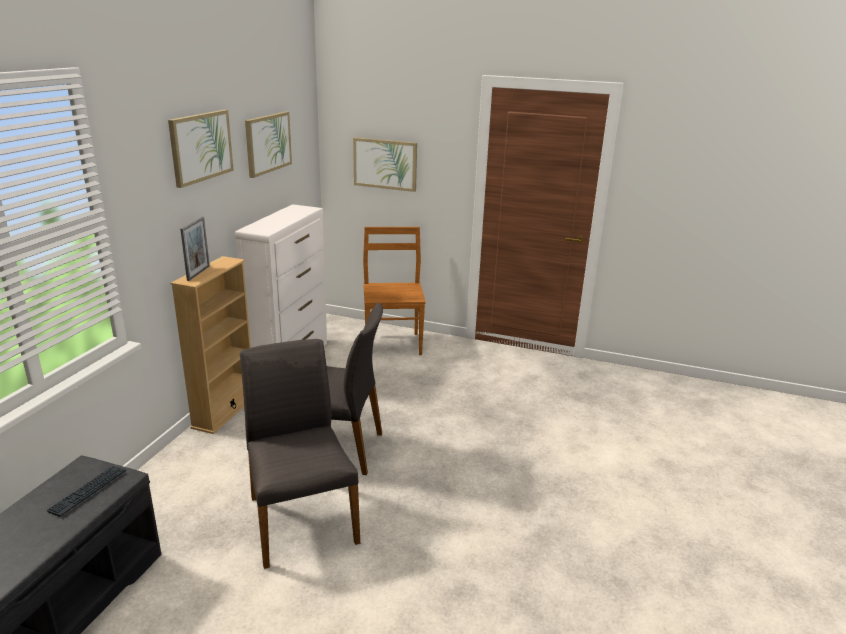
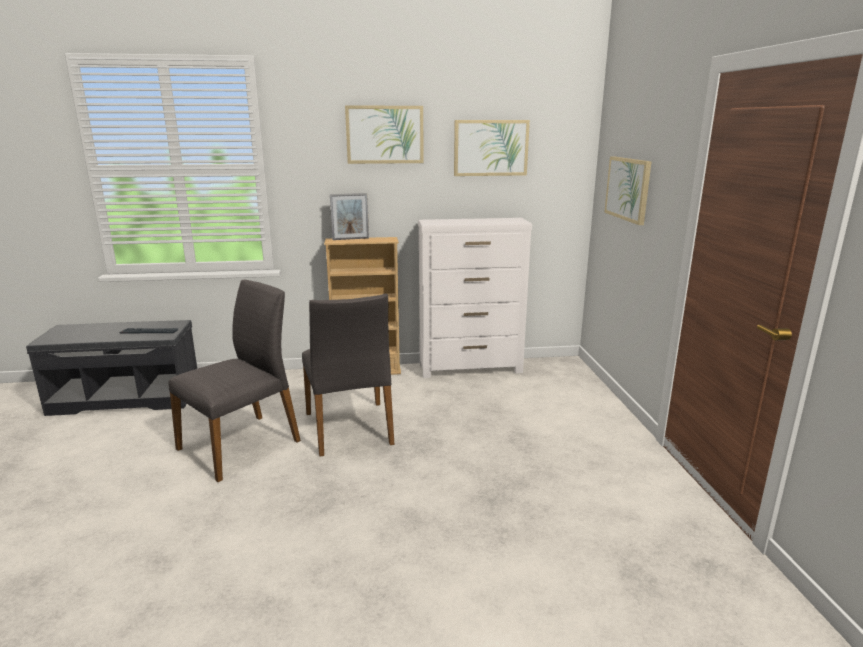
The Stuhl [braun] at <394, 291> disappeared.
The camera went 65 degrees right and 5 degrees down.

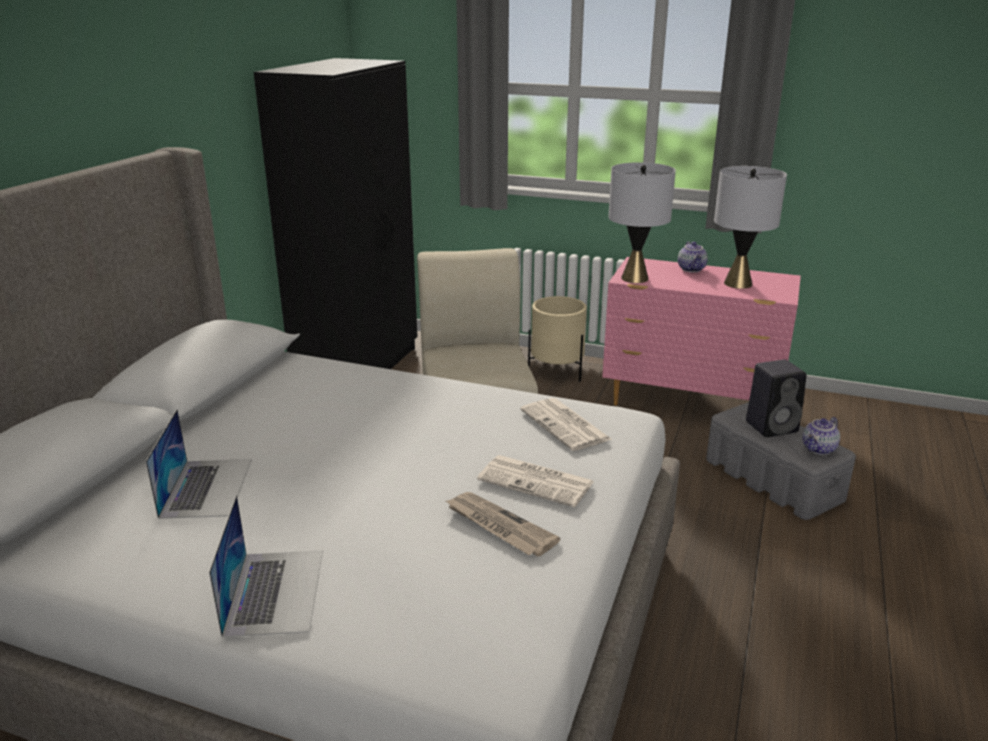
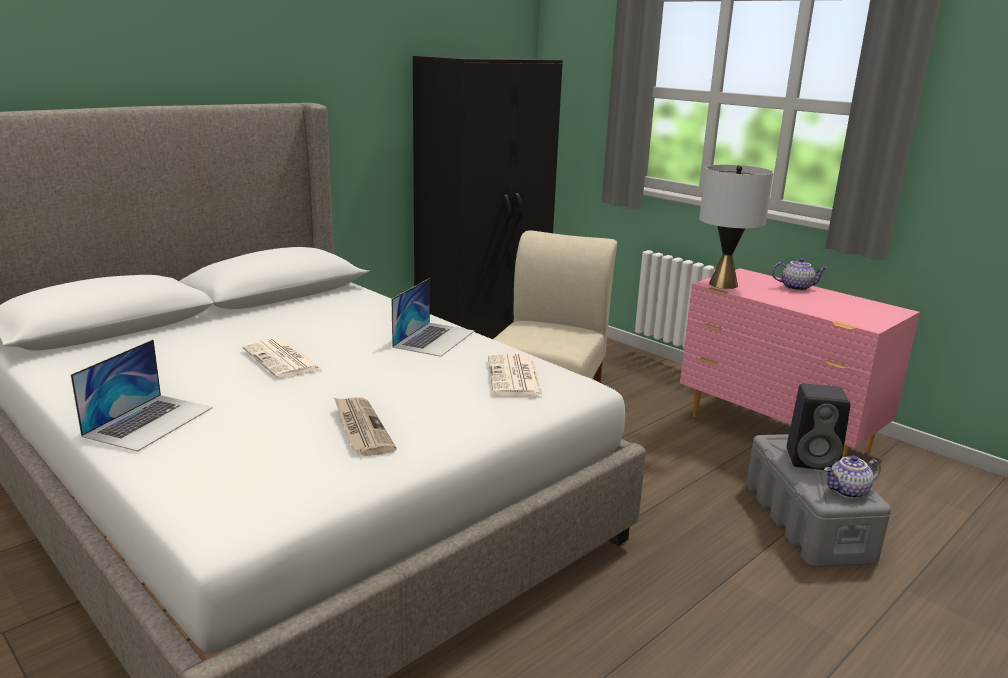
The Pflanzkübel [beige] at <557, 339> disappeared.
The Tischlampe [grau] at <750, 227> disappeared.
The Laptop moved from <198, 464> to <433, 317>.
The Zeitung moved from <535, 481> to <282, 358>.
The Teekanne at <693, 257> turned 105 degrees counterclockwise.
The camera went 25 degrees right and 5 degrees down.

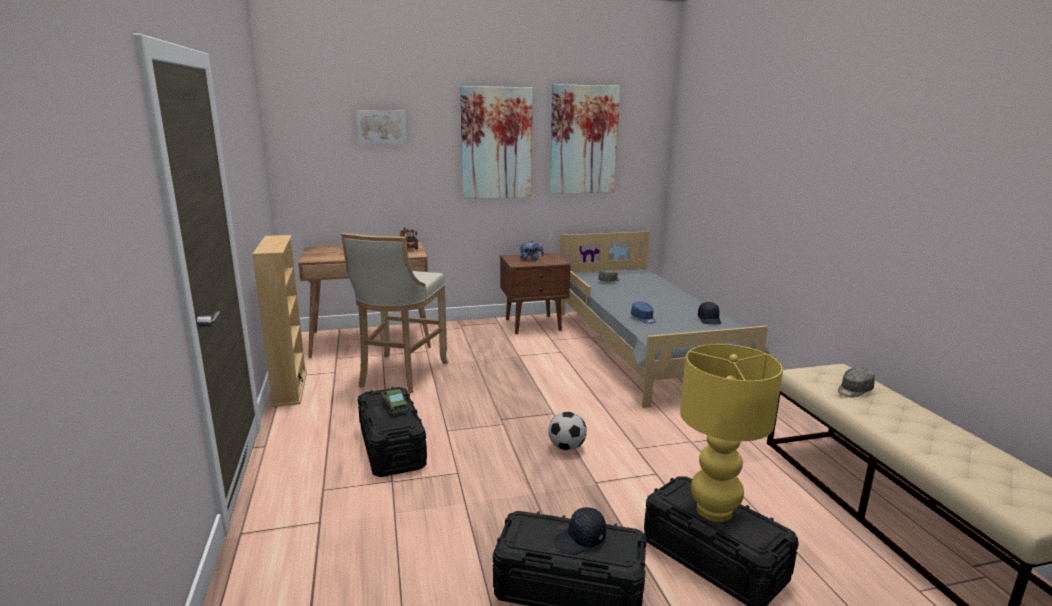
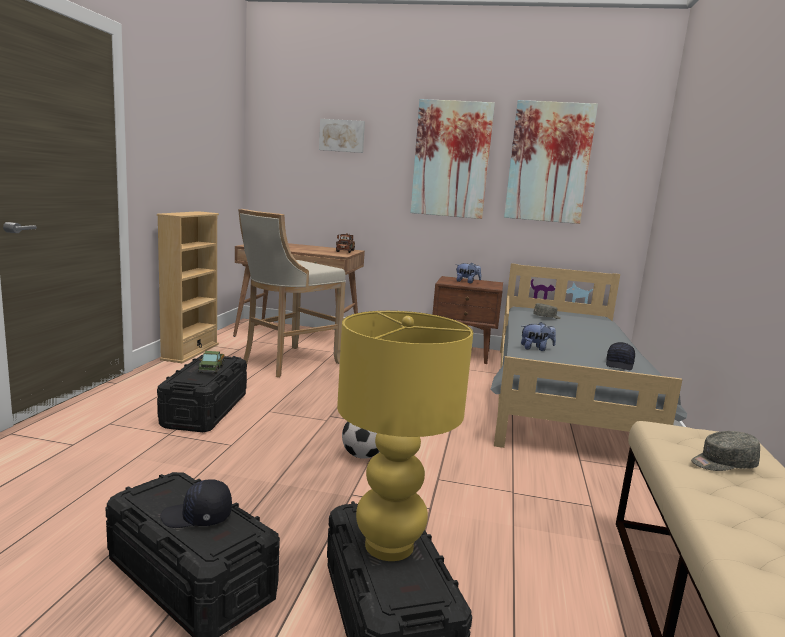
The Kappe [blau] at <643, 312> was replaced by the Plüschtier at <538, 336>.
The camera went 25 degrees right and 5 degrees down.

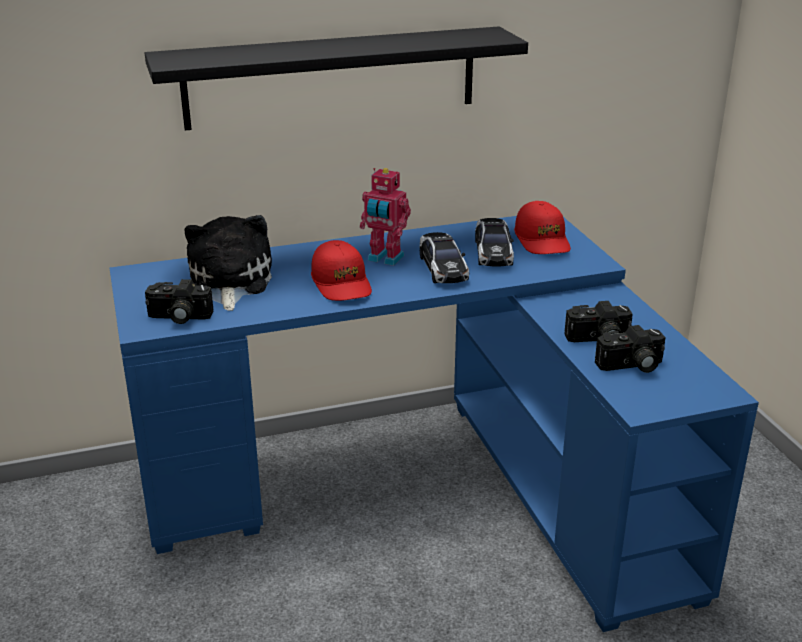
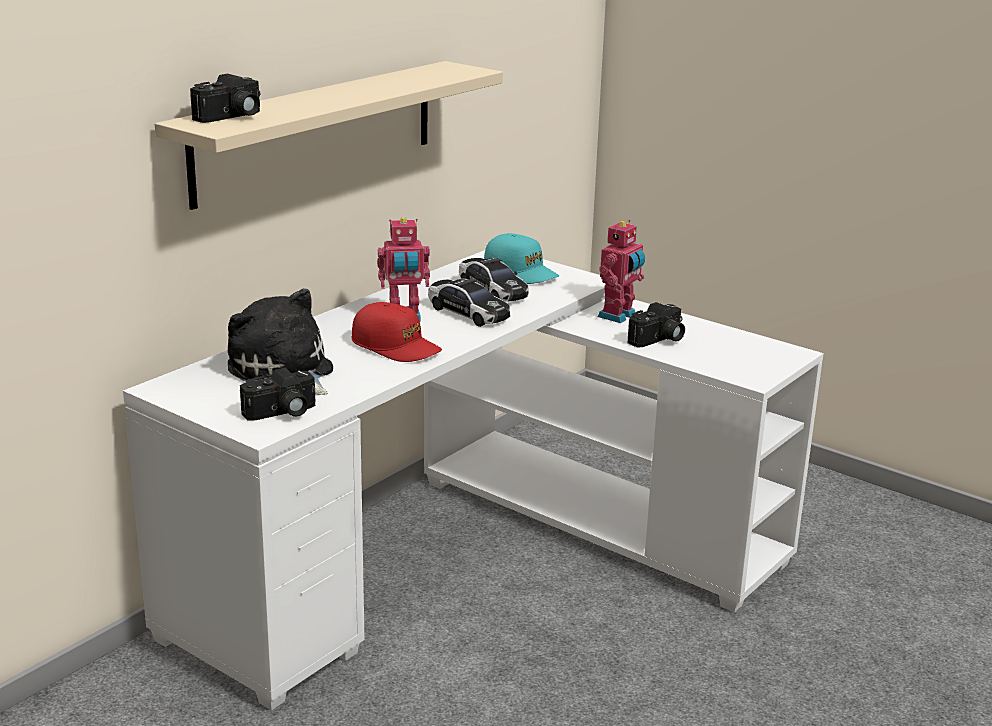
The Spielzeugroboter at <621, 271> appeared.
The Kamera moved from <630, 349> to <225, 98>.
The Schreibtisch [blau] at <434, 424> became the Schreibtisch [weiß] at <473, 480>.
The Wandregal [schwarz] at <336, 78> became the Wandregal [beige] at <329, 135>.
The Kappe [rot] at <542, 227> became the Kappe [türkis] at <521, 258>.
The camera went 35 degrees left and 5 degrees down.

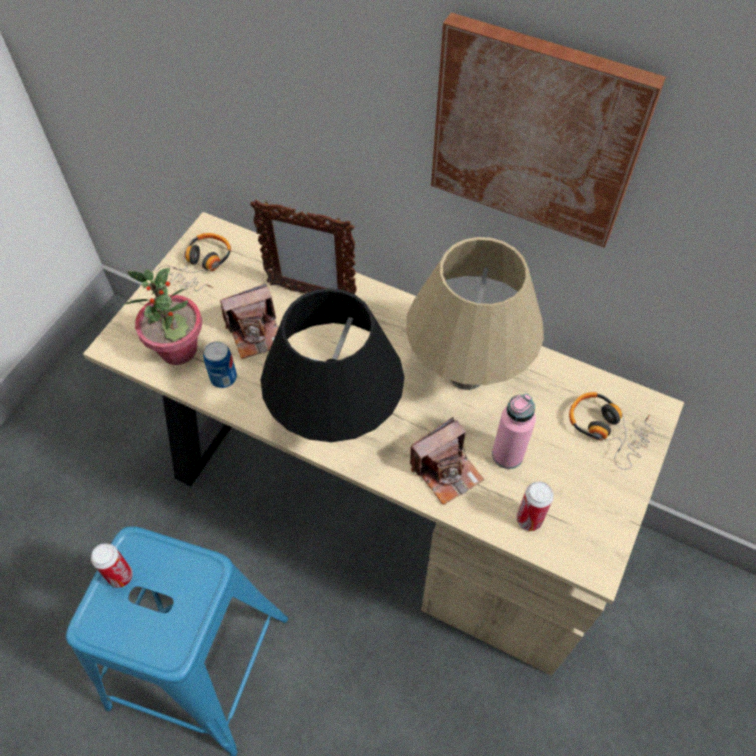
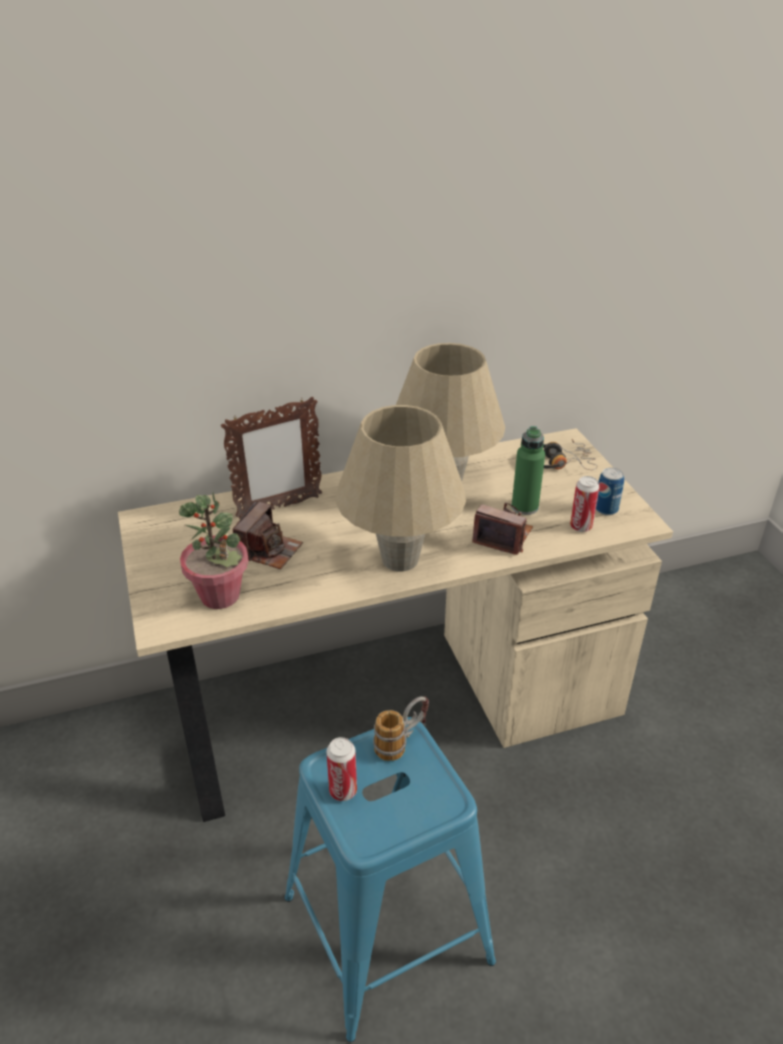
The Kopfhörer at <193, 262> disappeared.
The Bild at <548, 130> disappeared.
The Henkelbecher at <401, 728> appeared.
The Dose moved from <220, 364> to <610, 491>.
The Tischlampe [schwarz] at <333, 365> became the Tischlampe [beige] at <401, 488>.
The Flasche [rosa] at <514, 431> became the Flasche [grün] at <528, 470>.
The Kamera at <447, 461> turned 75 degrees counterclockwise.
The camera went 45 degrees left and 20 degrees down.

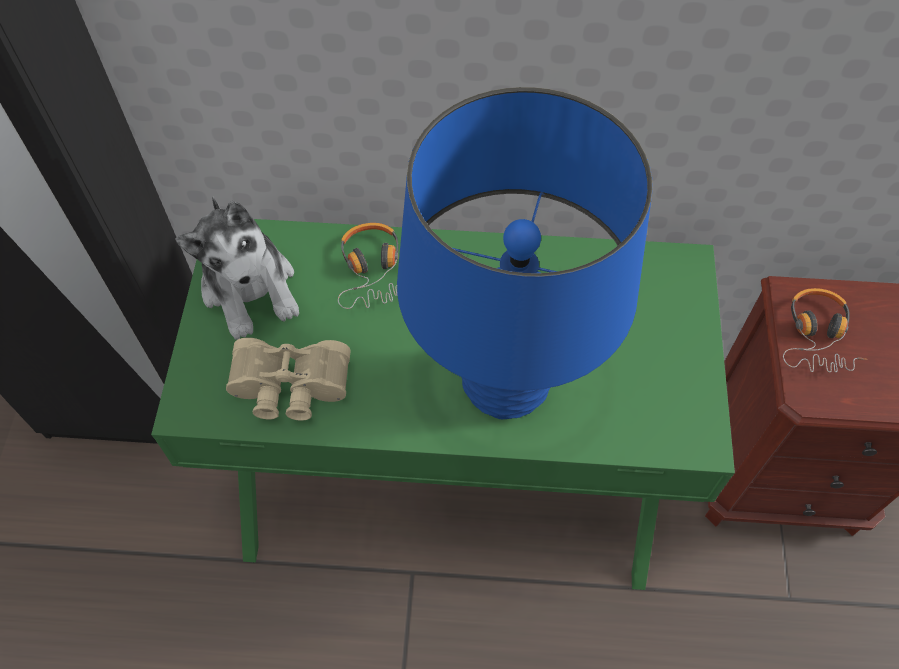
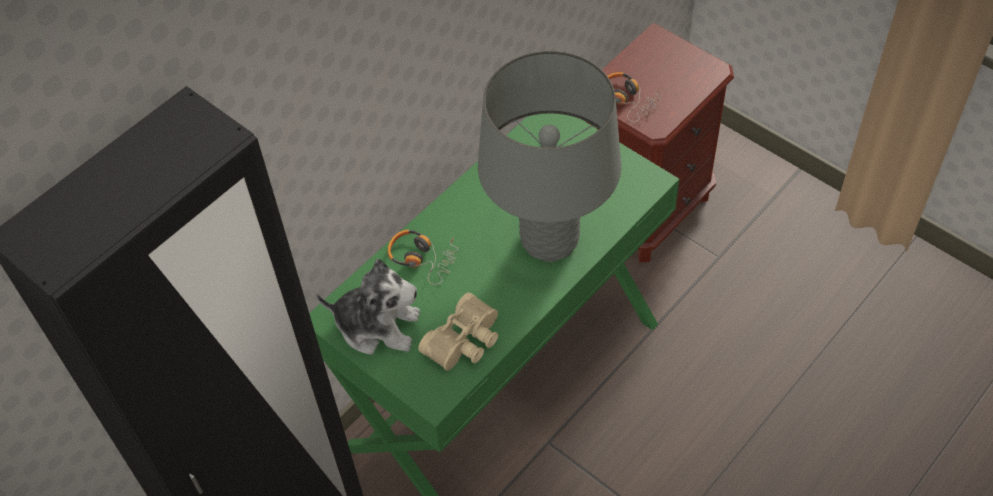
The Tischlampe [blau] at <525, 253> became the Tischlampe [grau] at <549, 156>.
The camera went 50 degrees left and 5 degrees down.

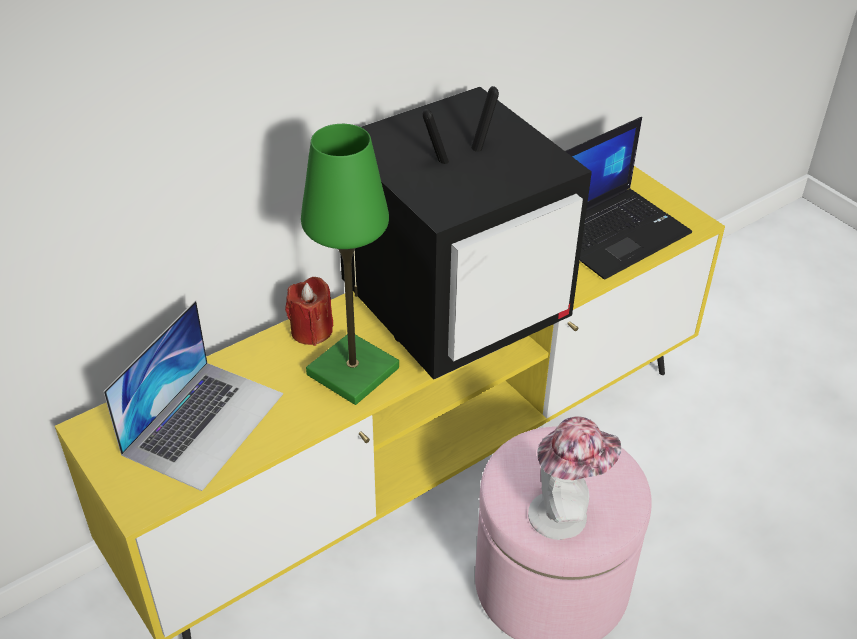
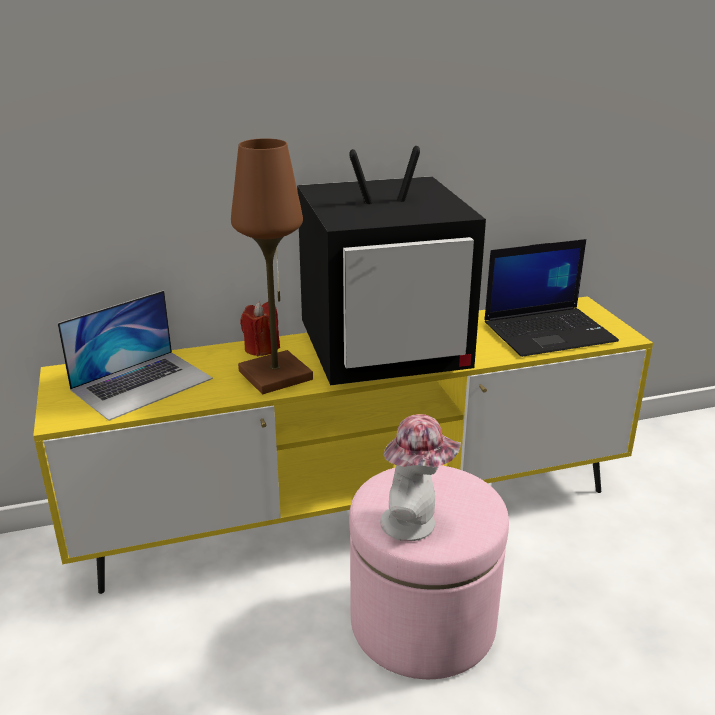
The Tischlampe [grün] at <350, 264> became the Tischlampe [braun] at <272, 266>.
The camera went 20 degrees right and 15 degrees down.

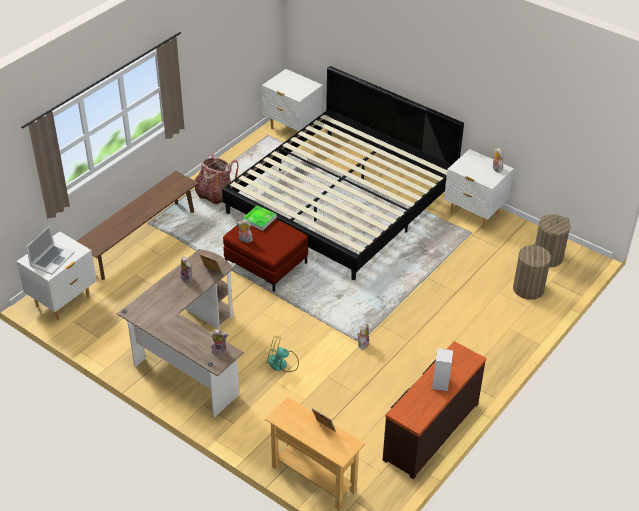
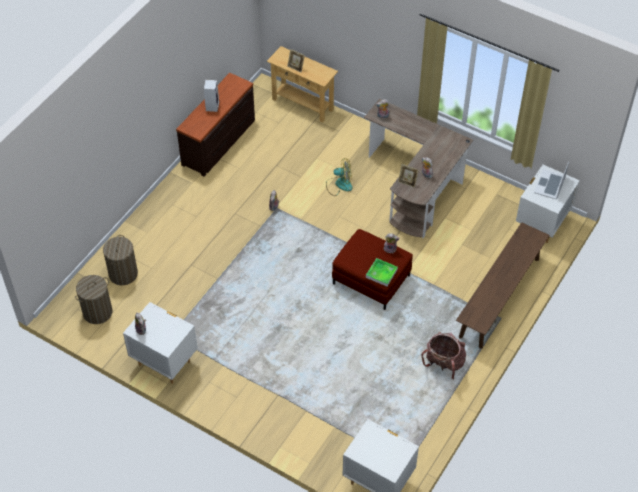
The Bett at <343, 173> disappeared.
The camera went 175 degrees right and 10 degrees up.

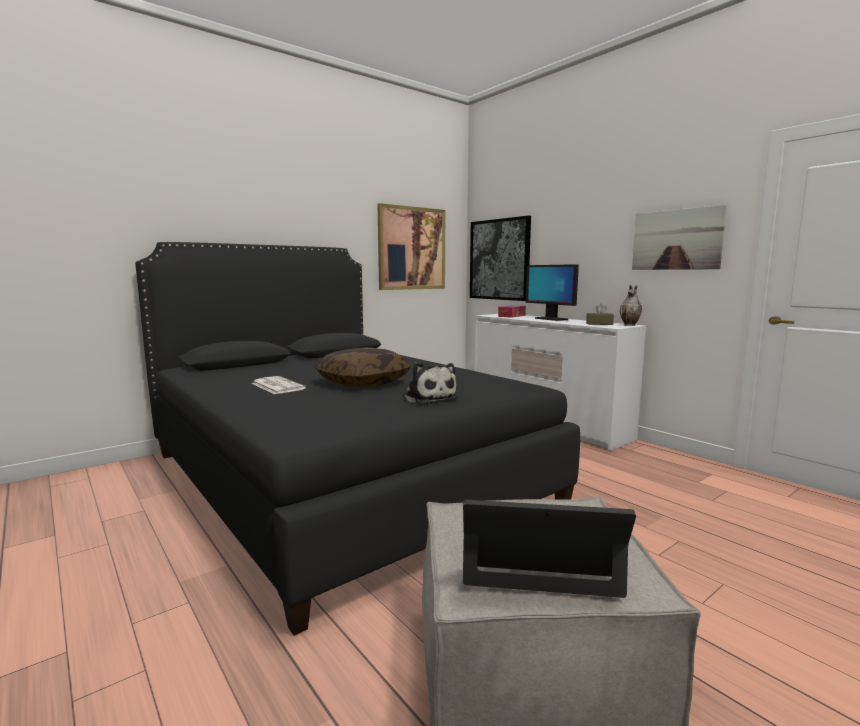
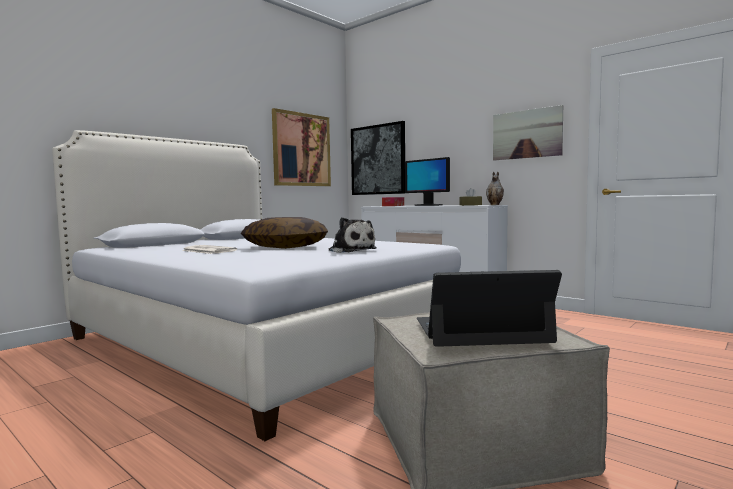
The Bett [schwarz] at <357, 439> became the Bett [weiß] at <256, 285>.
The camera went 10 degrees left and 5 degrees down.

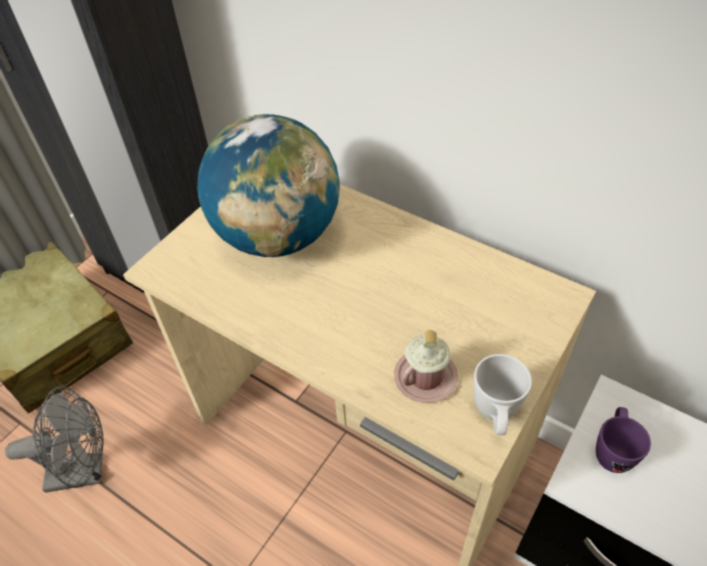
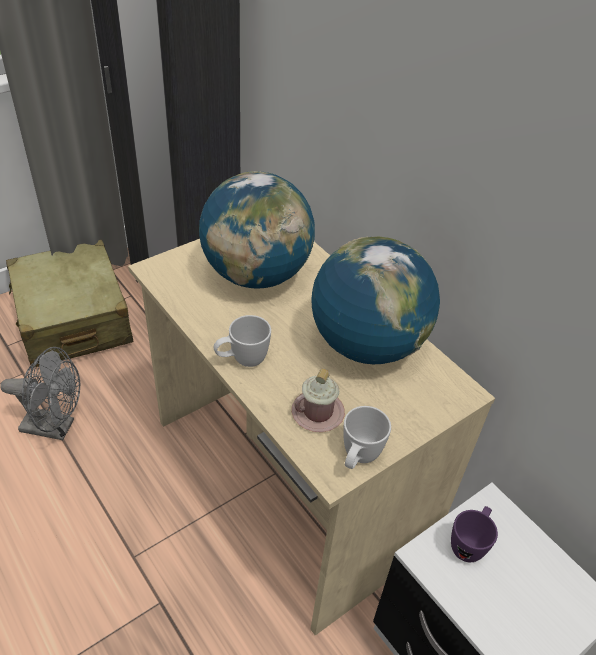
The Henkelbecher [weiß] at <242, 341> appeared.
The Globus at <375, 300> appeared.
The camera went 15 degrees right and 5 degrees down.

